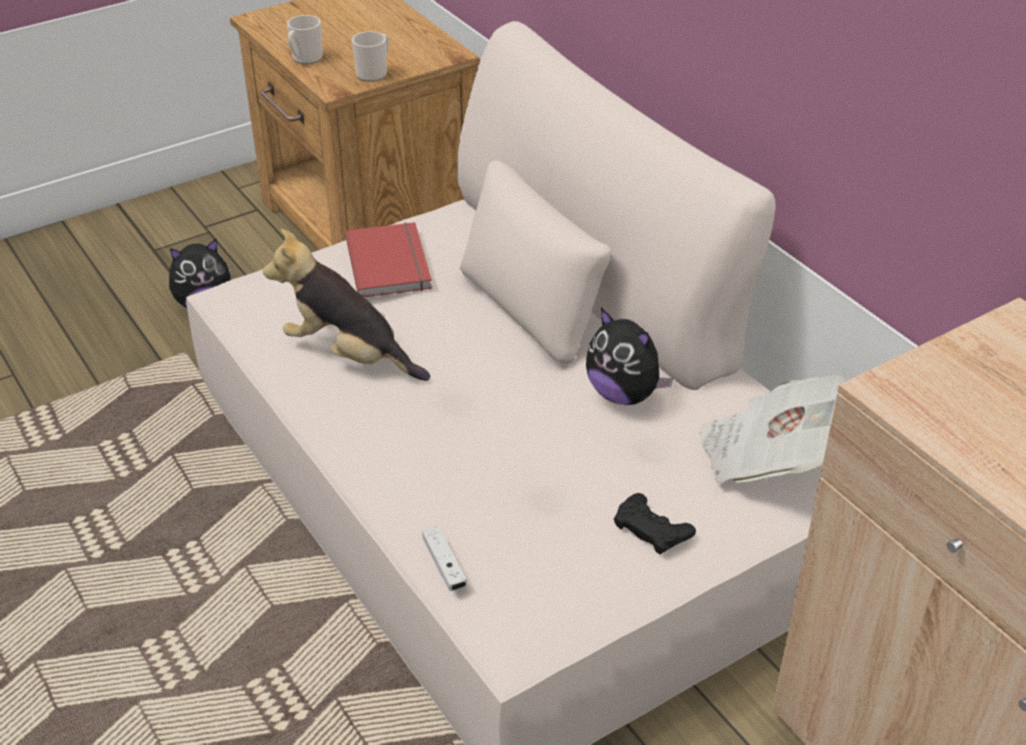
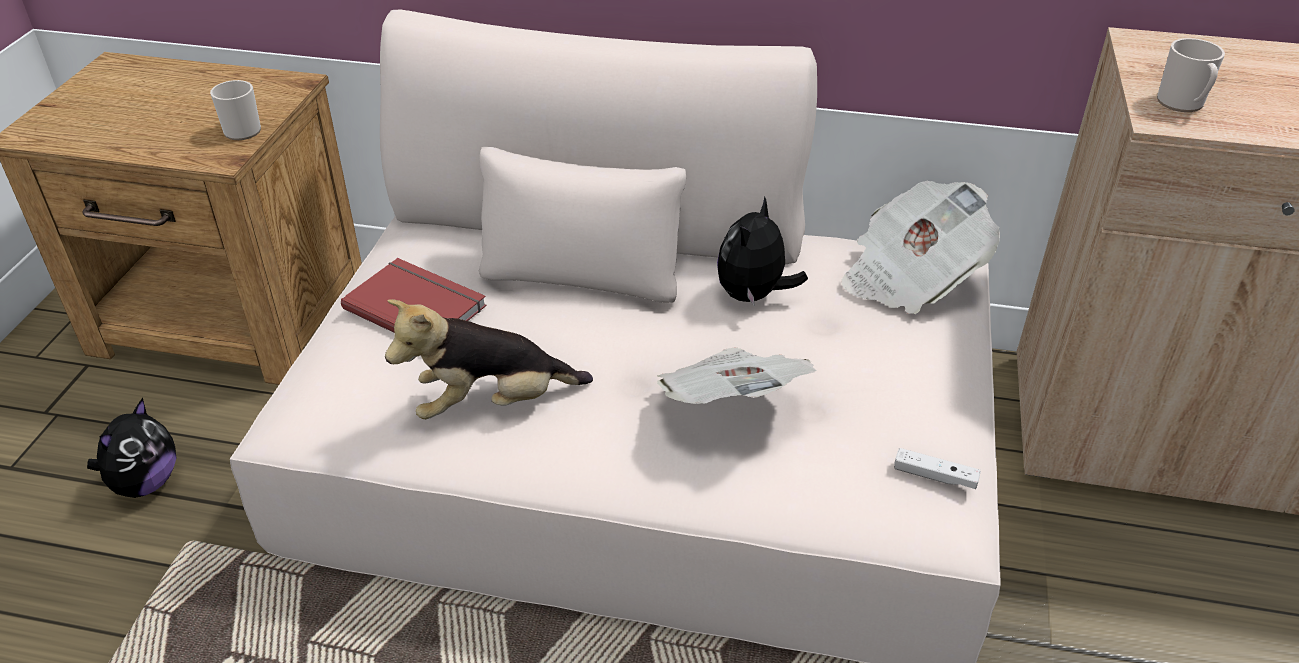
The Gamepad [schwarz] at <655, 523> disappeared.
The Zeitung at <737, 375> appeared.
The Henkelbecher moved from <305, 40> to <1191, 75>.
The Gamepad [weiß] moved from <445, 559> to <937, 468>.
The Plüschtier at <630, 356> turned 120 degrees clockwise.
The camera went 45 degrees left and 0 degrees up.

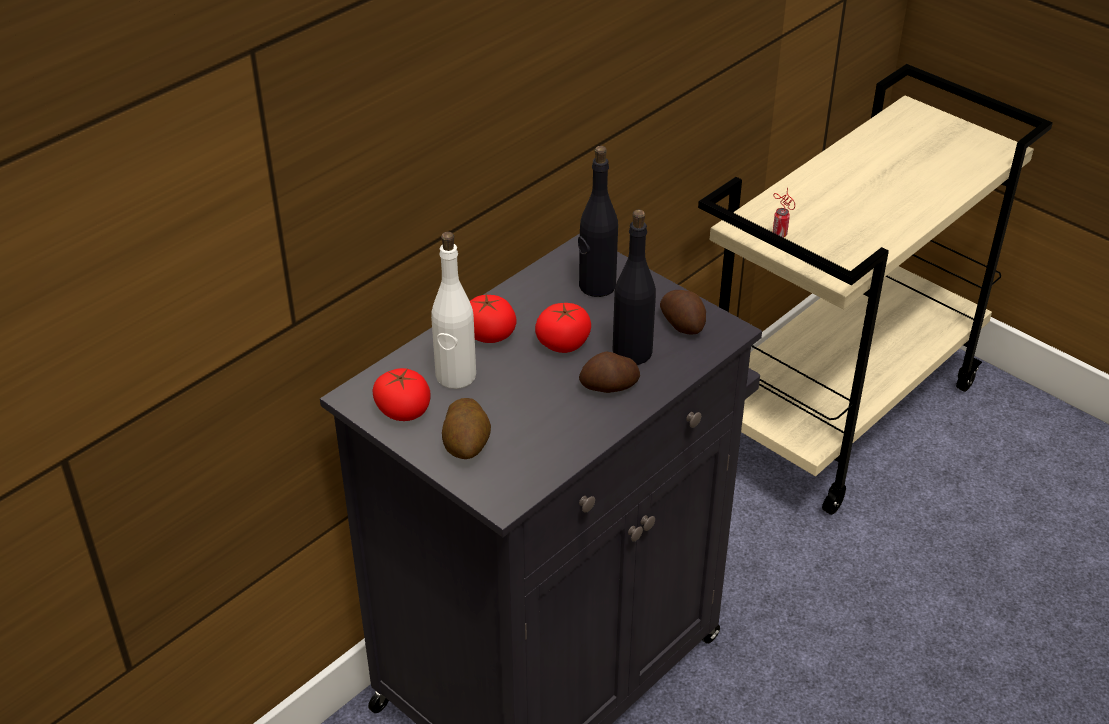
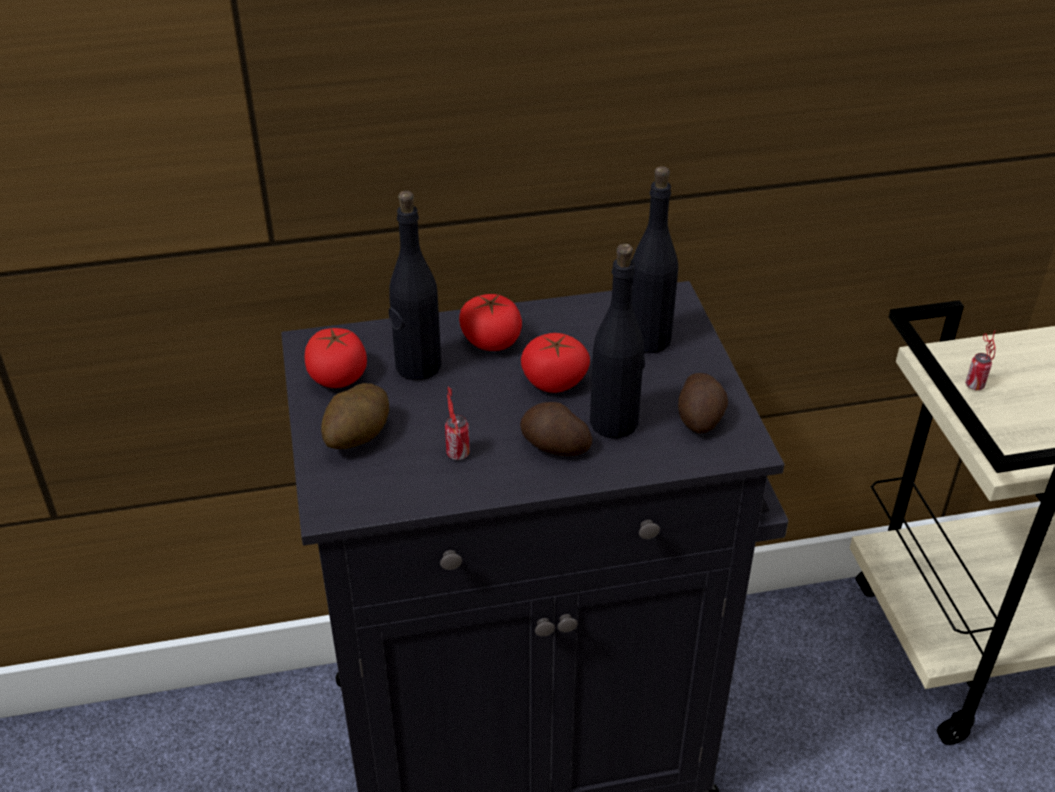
The Dose at <457, 423> appeared.
The Flasche [weiß] at <453, 310> became the Flasche [schwarz] at <415, 285>.
The camera went 35 degrees right and 0 degrees up.

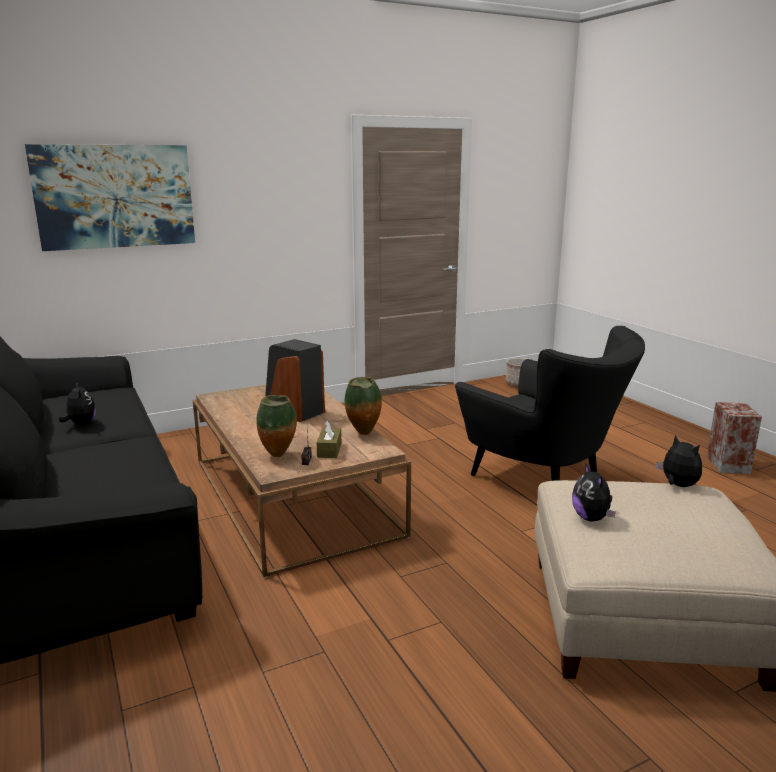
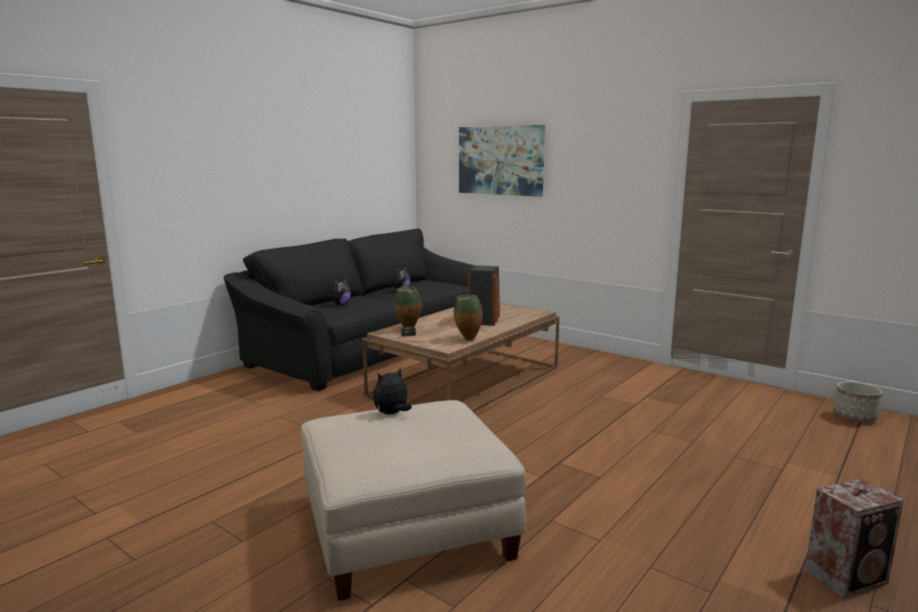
The Taschentuchbox [braun] at <329, 439> disappeared.
The Sessel [schwarz] at <550, 403> disappeared.
The Plüschtier moved from <679, 461> to <339, 291>.
The camera went 65 degrees right and 5 degrees down.

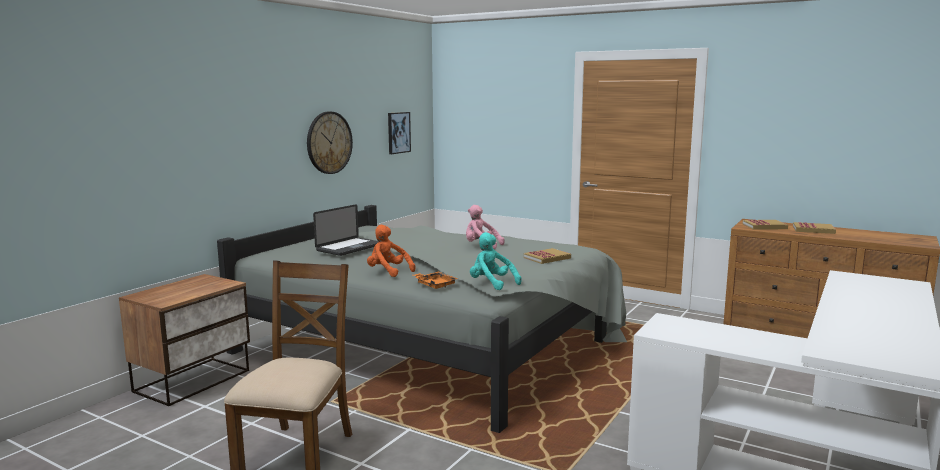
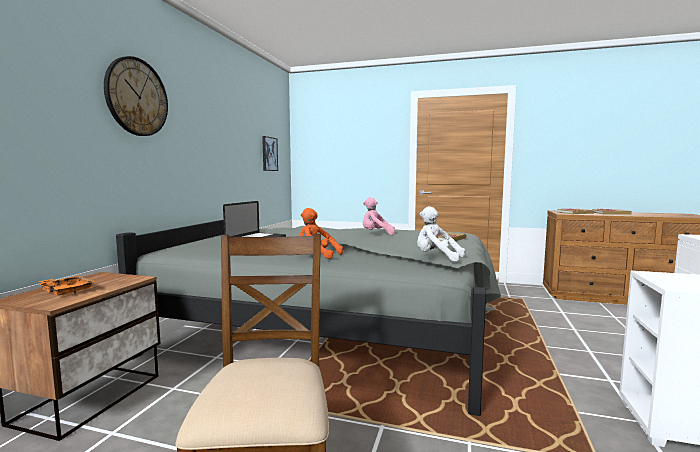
The Wanduhr moved from <330, 143> to <136, 96>.
The Tablett [orange] moved from <435, 280> to <66, 285>.
The Plüschtier [türkis] at <496, 261> became the Plüschtier [weiß] at <441, 234>.
The camera went 15 degrees left and 5 degrees down.

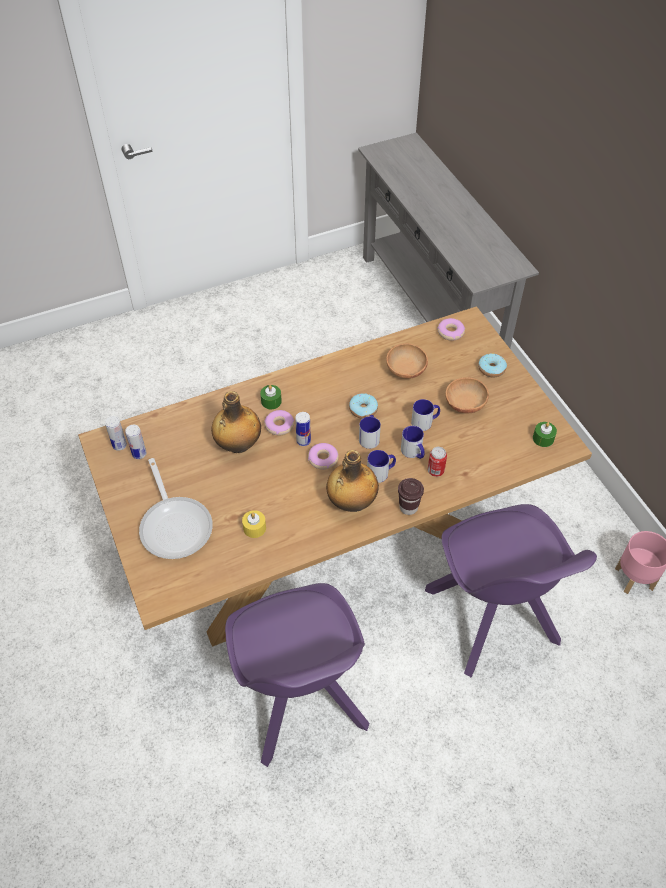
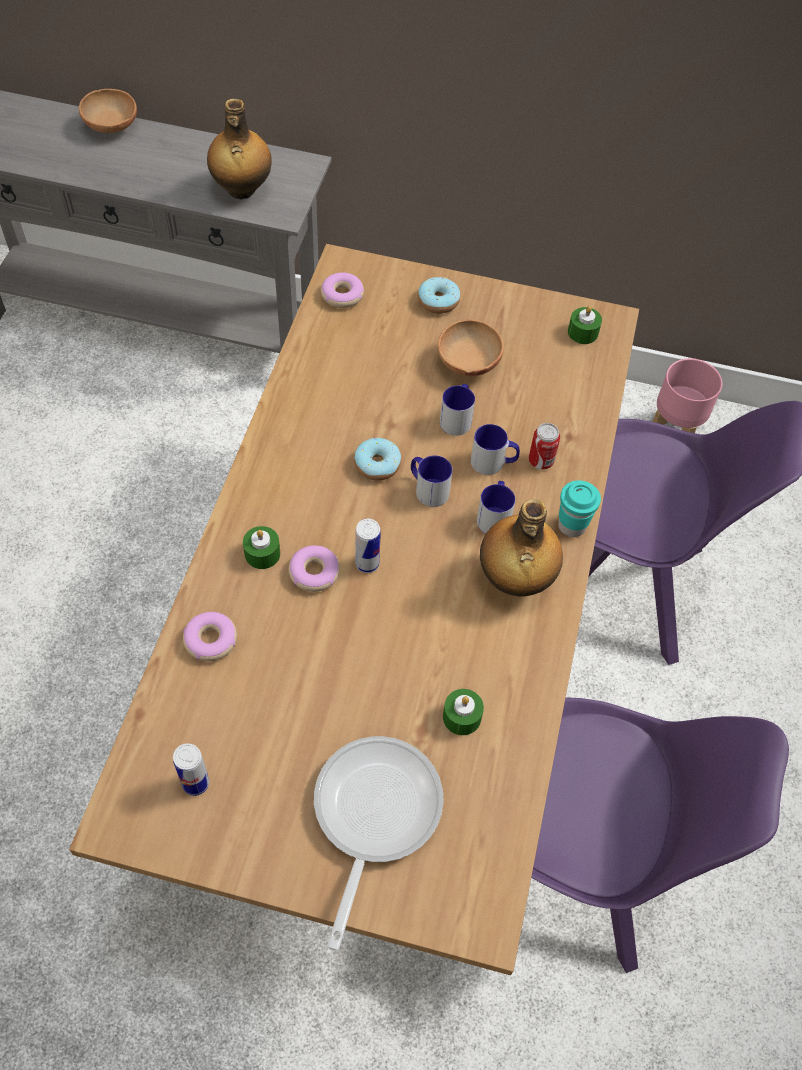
The Dose at <116, 433> disappeared.
The Flasche moved from <236, 422> to <239, 149>.
The Donut moved from <323, 456> to <210, 636>.
The Schüssel [braun] moved from <407, 361> to <108, 111>.
The Kerze [gelb] at <254, 524> became the Kerze [grün] at <463, 712>.
The Tasse [braun] at <411, 496> became the Tasse [türkis] at <579, 508>.
The Pfanne at <176, 508> turned 90 degrees counterclockwise.
The camera went 55 degrees left and 5 degrees up.

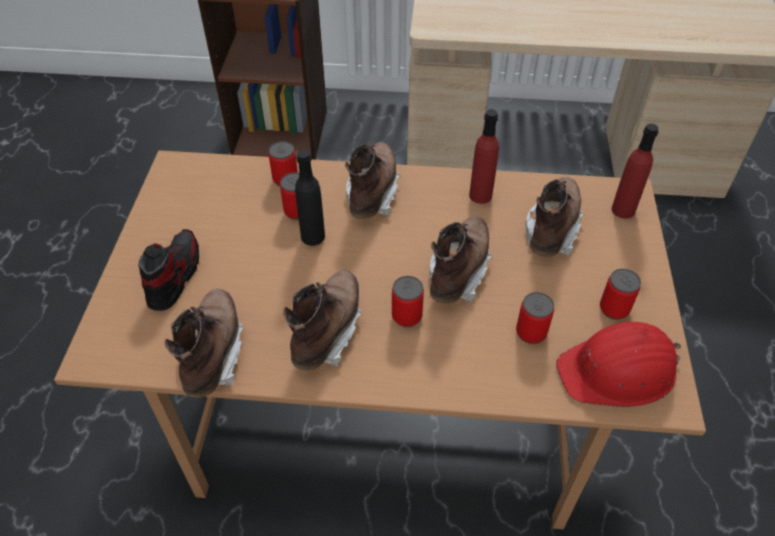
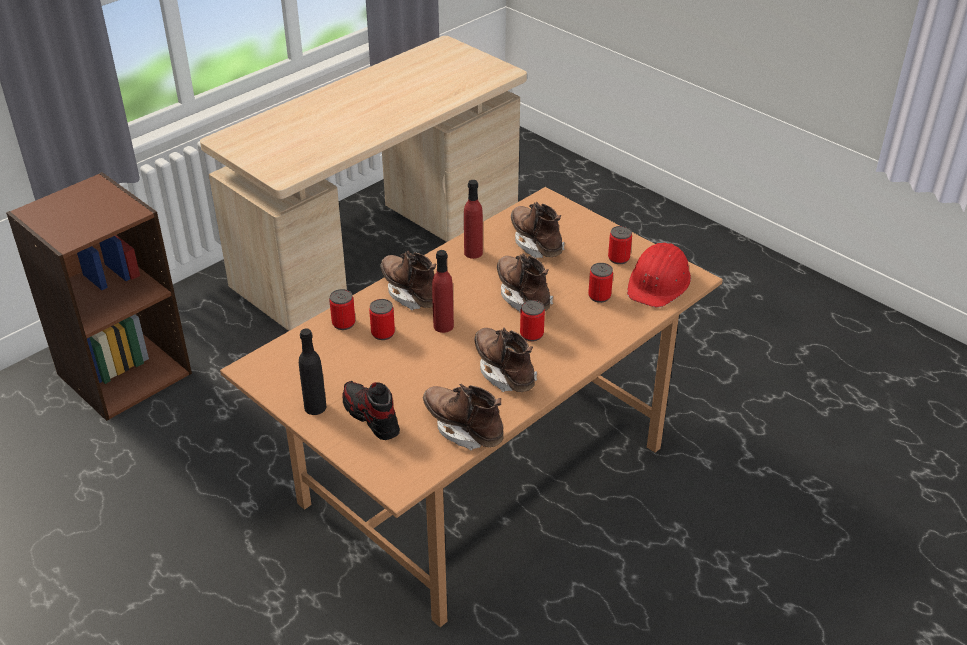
The Flasche [schwarz] moved from <310, 198> to <312, 371>.
The Flasche [rot] moved from <635, 171> to <443, 291>.
The camera went 50 degrees left and 10 degrees down.

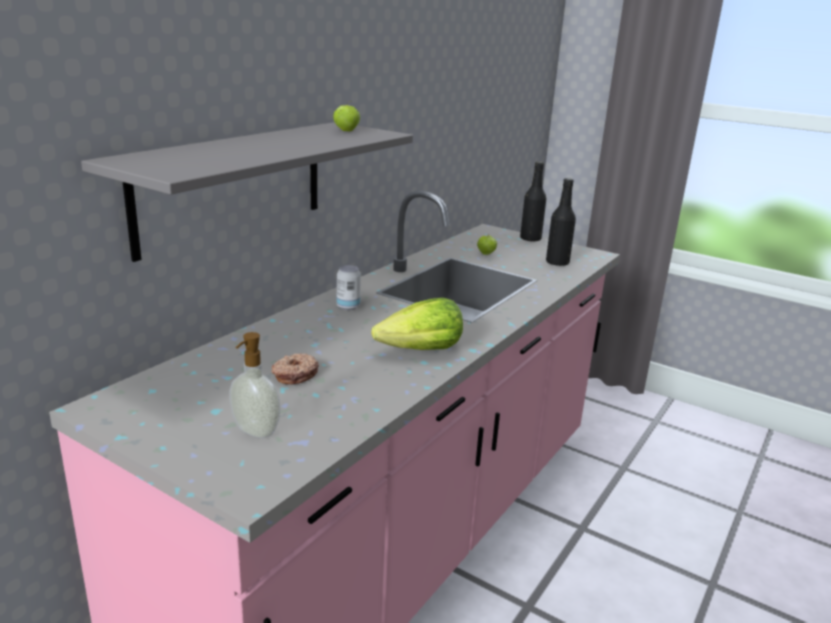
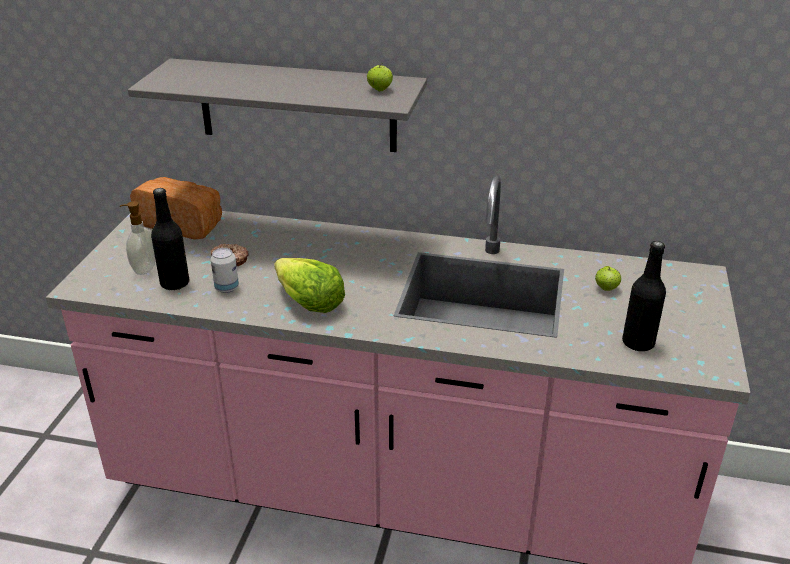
The Brot at <176, 208> appeared.
The Dose moved from <349, 287> to <225, 270>.
The Flasche [schwarz] moved from <533, 201> to <170, 239>.
The camera went 70 degrees right and 10 degrees up.

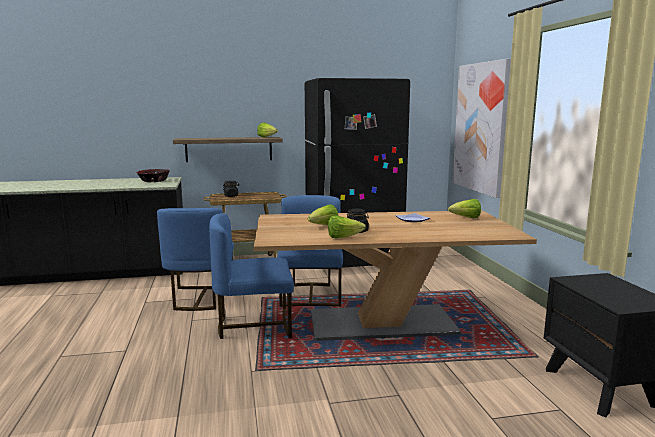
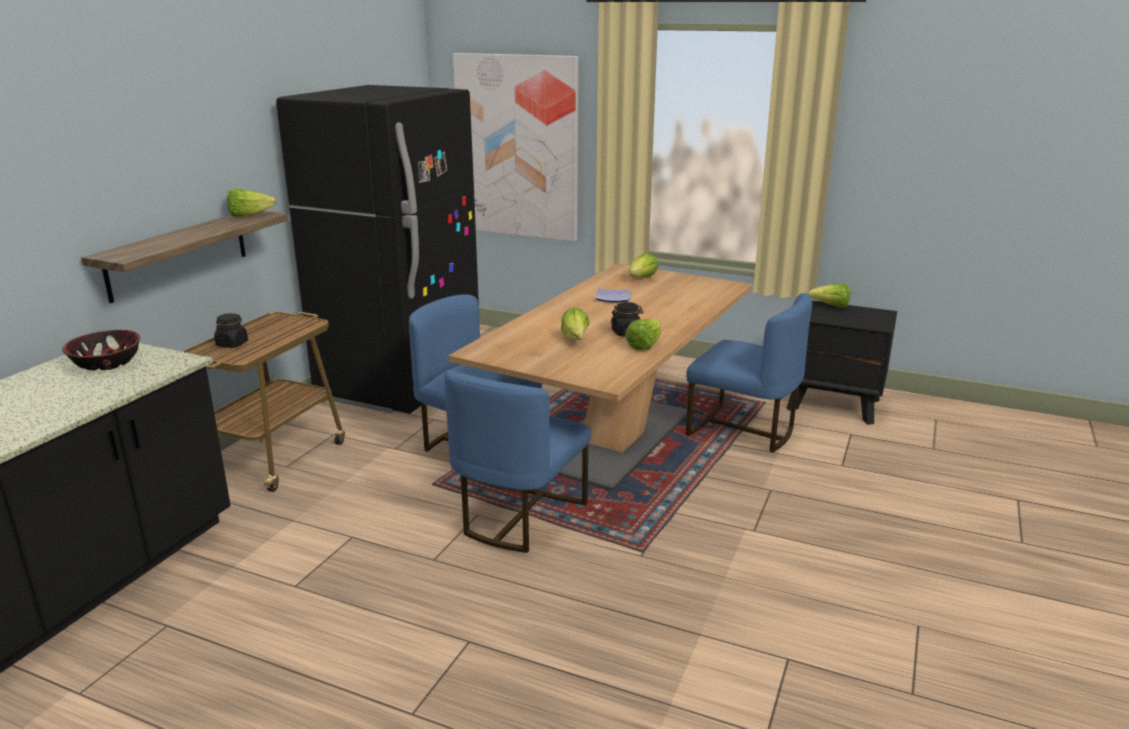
The Salatkopf at <829, 296> appeared.
The Stuhl [blau] moved from <195, 259> to <749, 373>.
The camera went 55 degrees left and 10 degrees up.

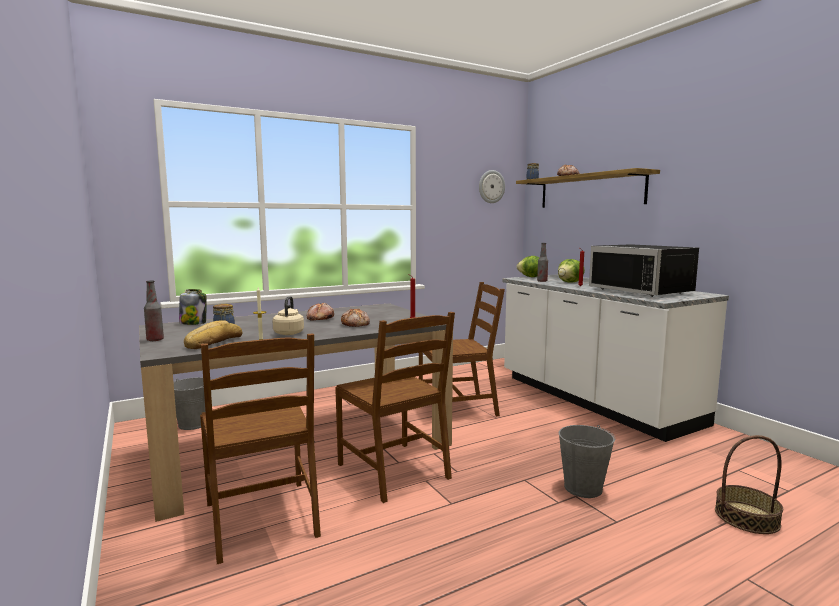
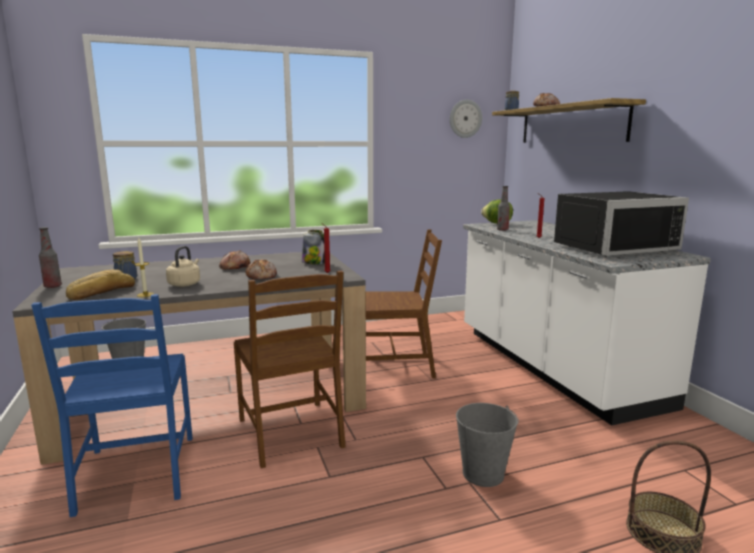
The Salatkopf at <571, 271> disappeared.
The Vorratsglas moved from <193, 307> to <313, 247>.
The Stuhl [braun] at <260, 448> became the Stuhl [blau] at <111, 405>.
The Mikrowelle [schwarz] at <644, 270> turned 90 degrees counterclockwise.
The camera went 10 degrees right and 5 degrees up.

